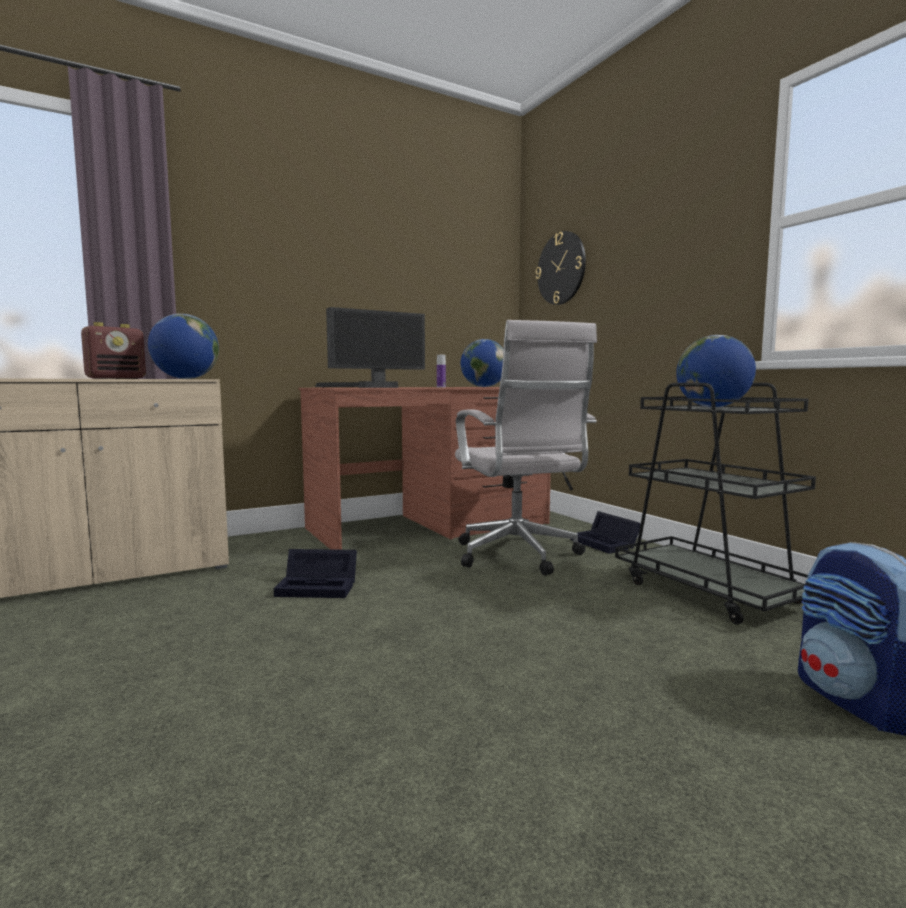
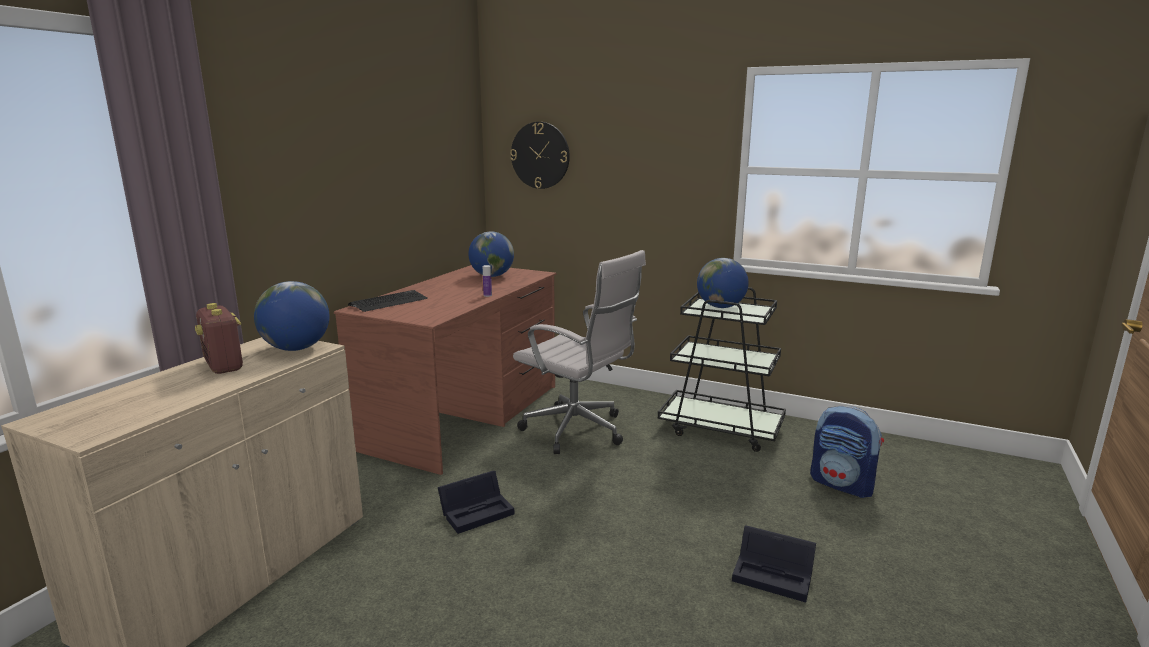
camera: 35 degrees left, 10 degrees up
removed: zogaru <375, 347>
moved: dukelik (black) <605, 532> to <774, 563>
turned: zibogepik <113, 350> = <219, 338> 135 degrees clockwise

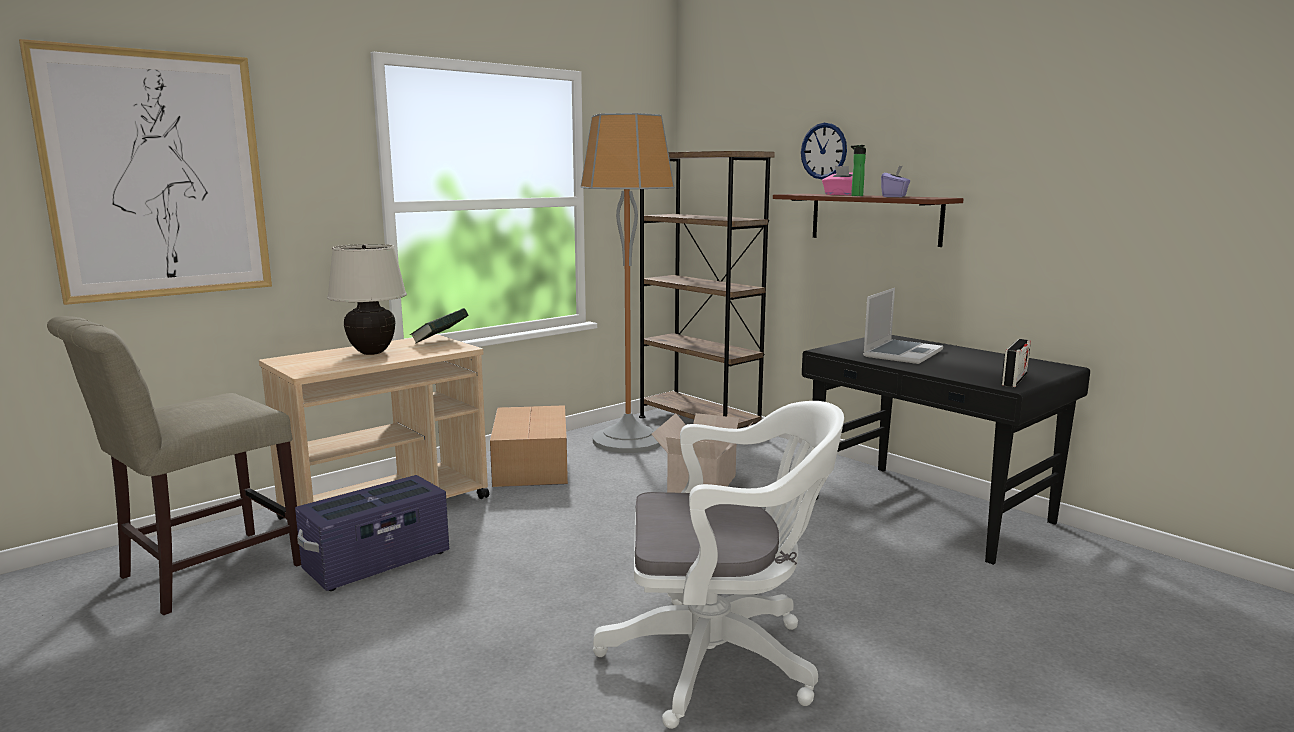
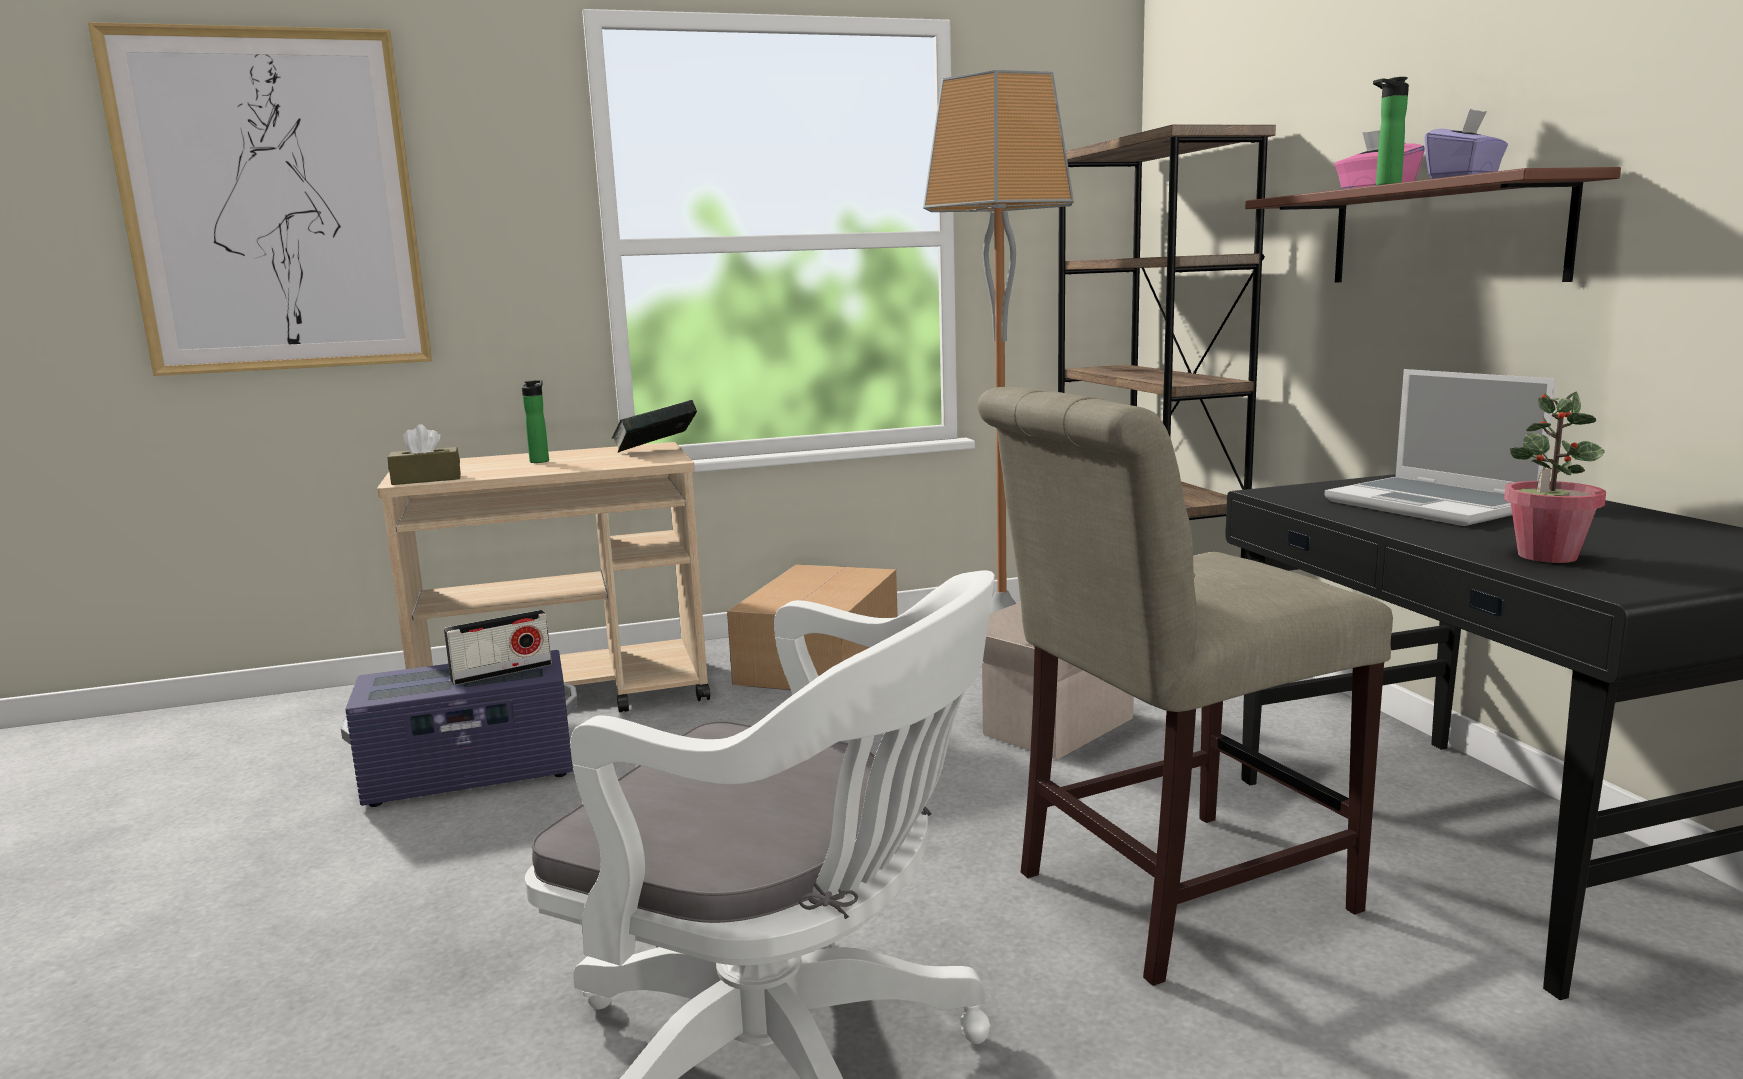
camera: 25 degrees right, 0 degrees up
removed: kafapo <824, 151>
added: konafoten <1555, 477>; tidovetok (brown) <424, 454>
moved: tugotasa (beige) <174, 465> to <1185, 686>; zibogepik <1016, 363> to <498, 647>
replaced: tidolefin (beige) <367, 299> to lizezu <535, 421>
turned: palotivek <903, 326> = <1440, 447> 90 degrees clockwise

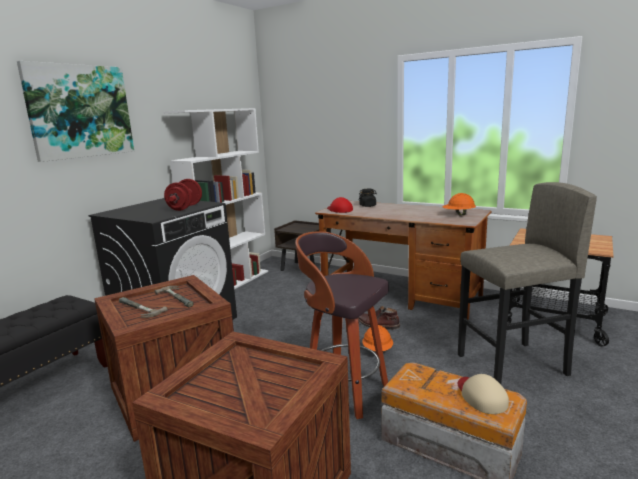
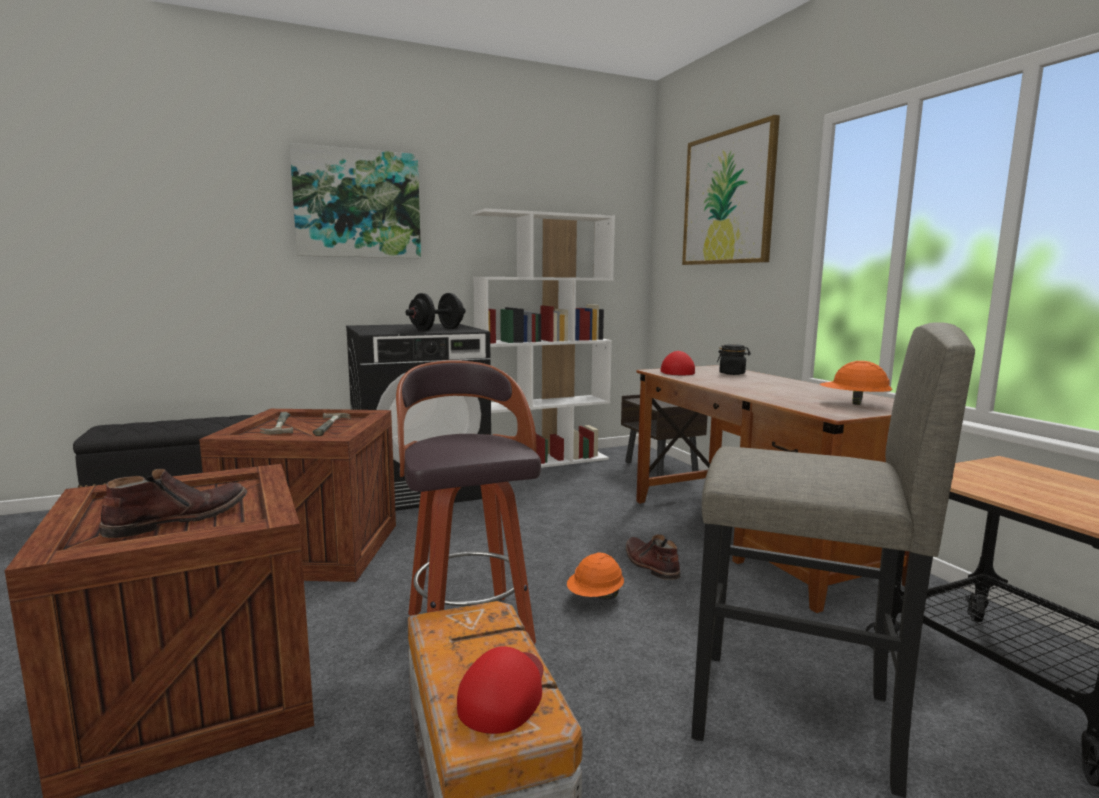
camera: 35 degrees right, 5 degrees down
added: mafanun <731, 190>; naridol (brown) <173, 503>
recoloured: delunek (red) <183, 195> to delunek (black) <435, 312>; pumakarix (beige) <483, 394> to pumakarix (red) <500, 690>

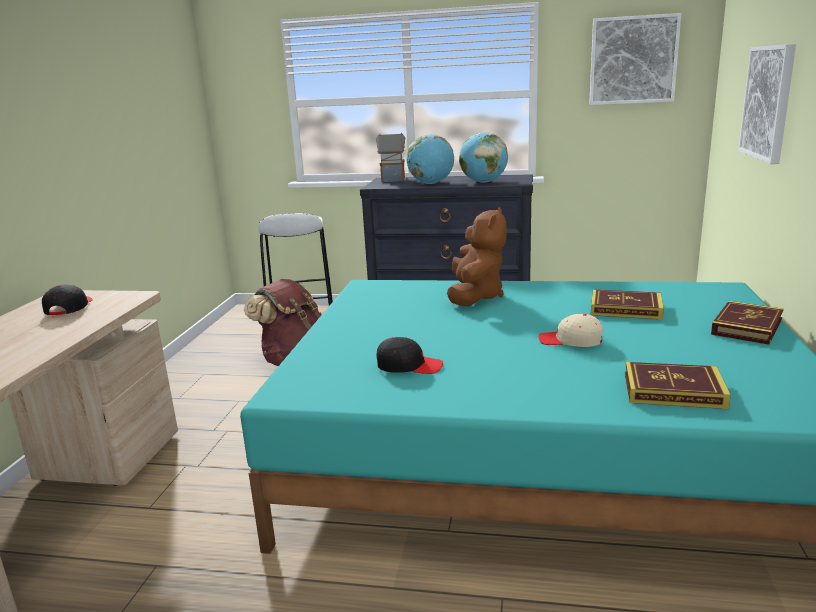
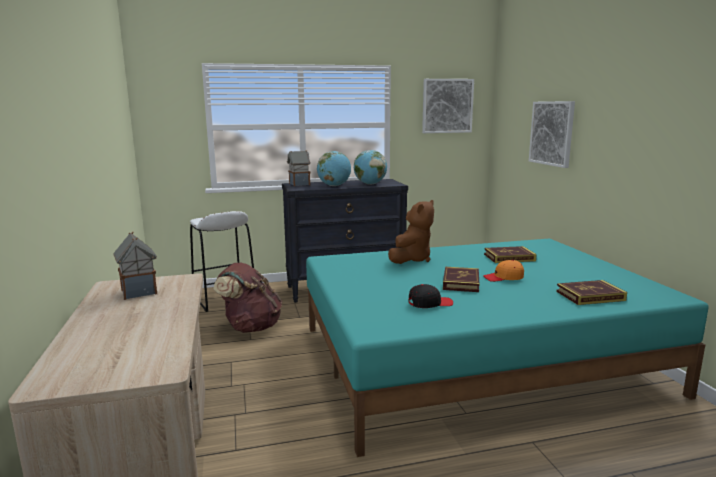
camera: 25 degrees left, 5 degrees down
moved: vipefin <747, 323> to <461, 279>
replaced: pumakarix (black) <67, 299> to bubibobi <135, 266>
recoloured: pumakarix (beige) <571, 330> to pumakarix (orange) <503, 271>
turned: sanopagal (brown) <477, 256> = <411, 232> 45 degrees clockwise

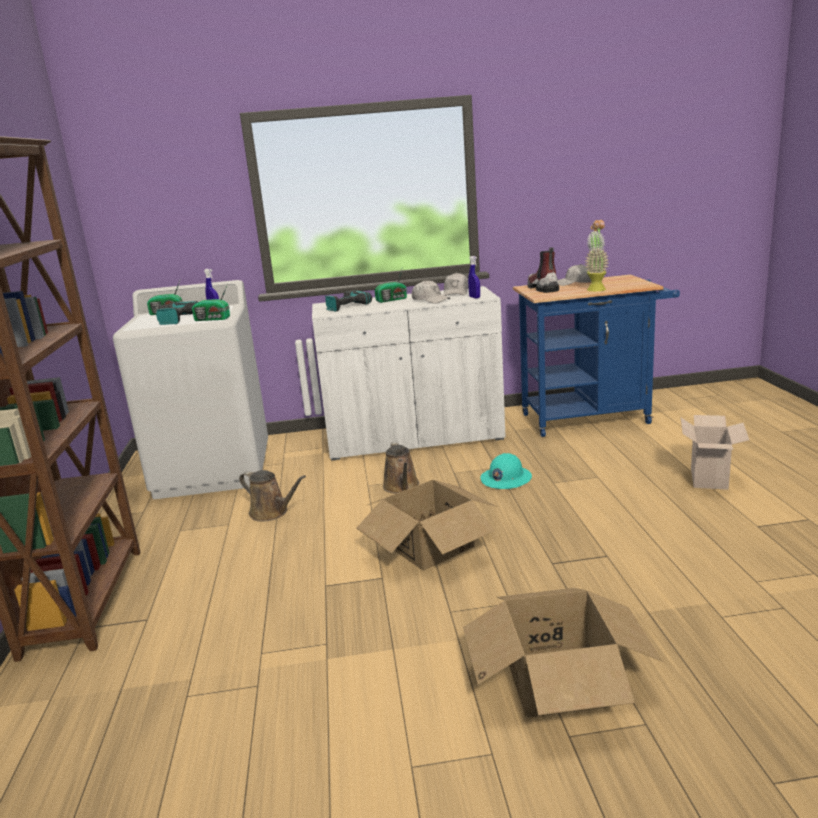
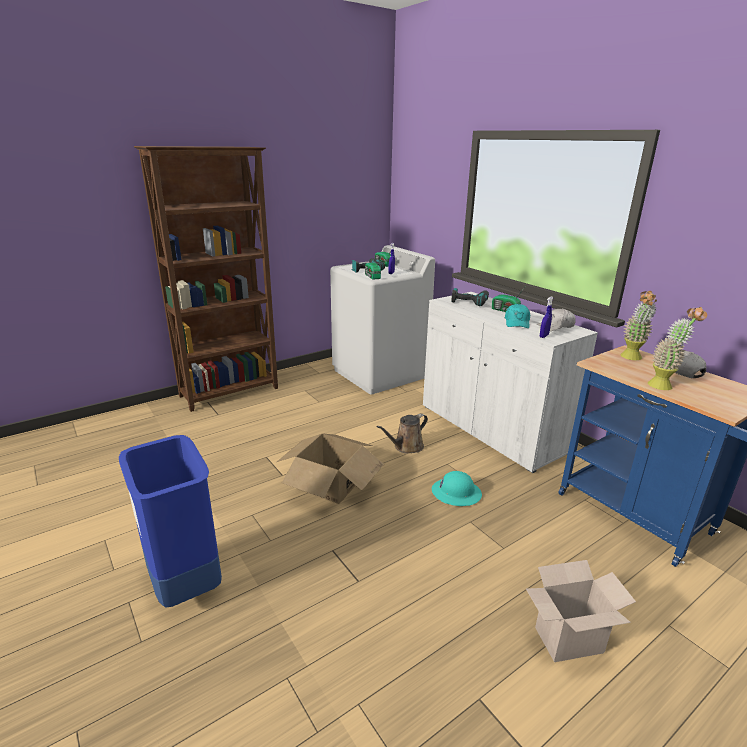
camera: 60 degrees right, 5 degrees up
removed: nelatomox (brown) <272, 496>
replaced: naridol <543, 270> to konafoten <639, 325>; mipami <563, 653> to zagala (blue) <170, 521>
recoloured: pumakarix (white) <431, 292> to pumakarix (turquoise) <517, 316>

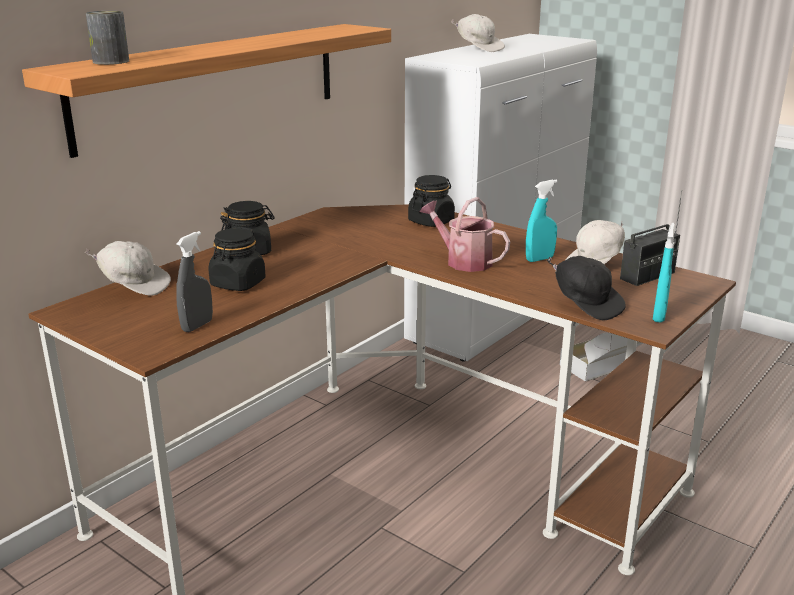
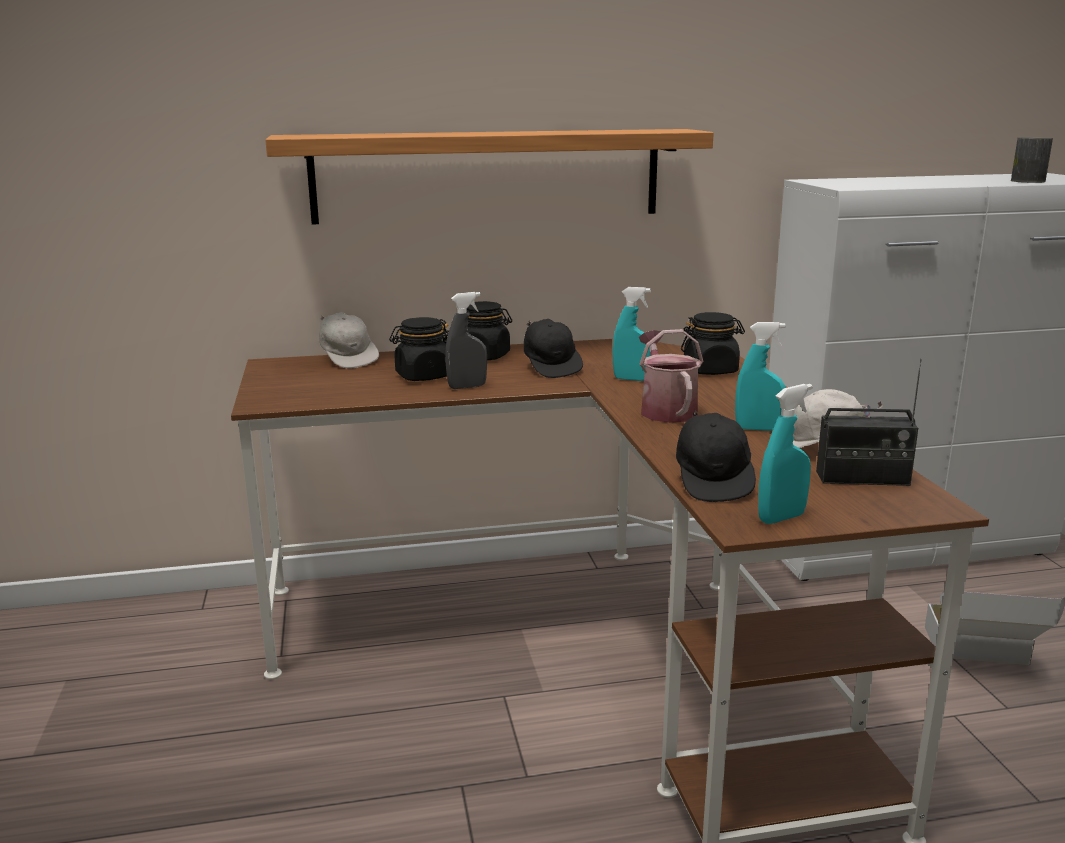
camera: 40 degrees right, 5 degrees down
removed: pumakarix (white) <478, 33>
added: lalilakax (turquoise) <632, 334>; pumakarix (black) <553, 348>
moved: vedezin <107, 38> to <1032, 160>; lalilakax (grey) <194, 281> to <466, 340>

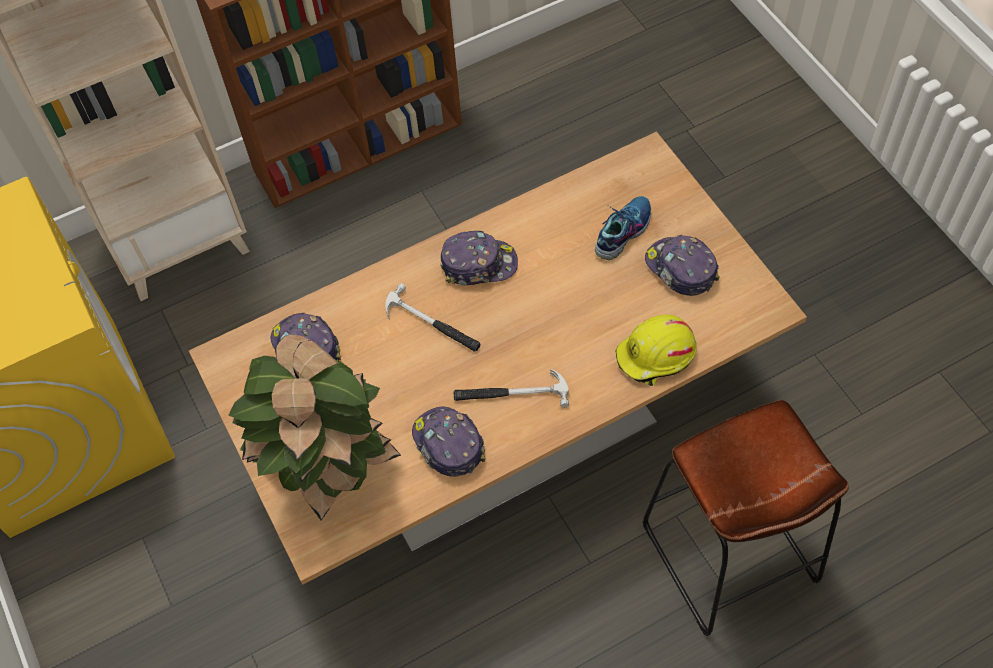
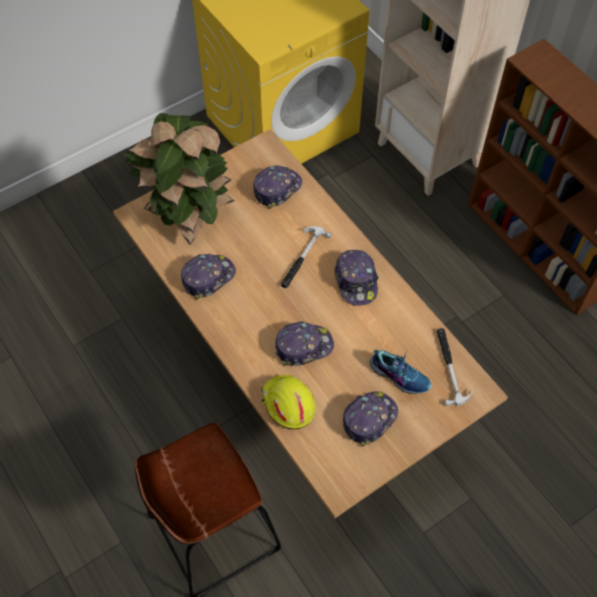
camera: 80 degrees right, 0 degrees up
added: pumakarix <304, 343>
moved: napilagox <511, 388> to <455, 367>

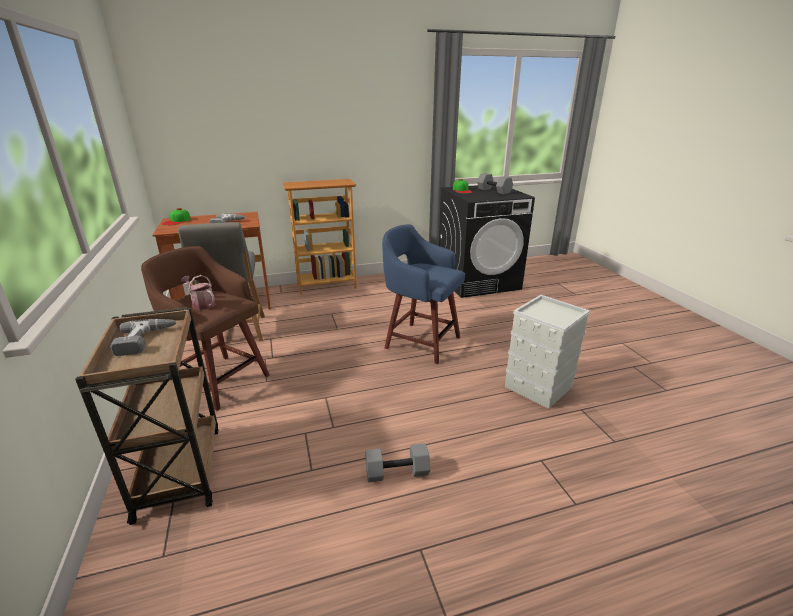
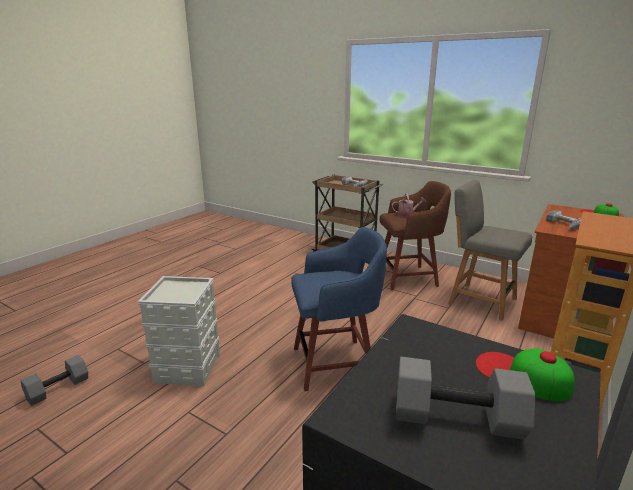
camera: 140 degrees right, 5 degrees down
moved: delunek (grey) <397, 463> to <54, 380>

